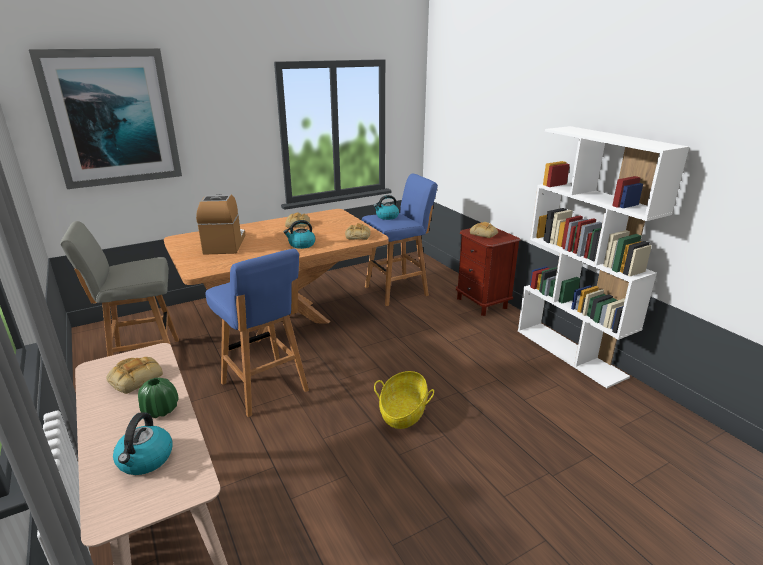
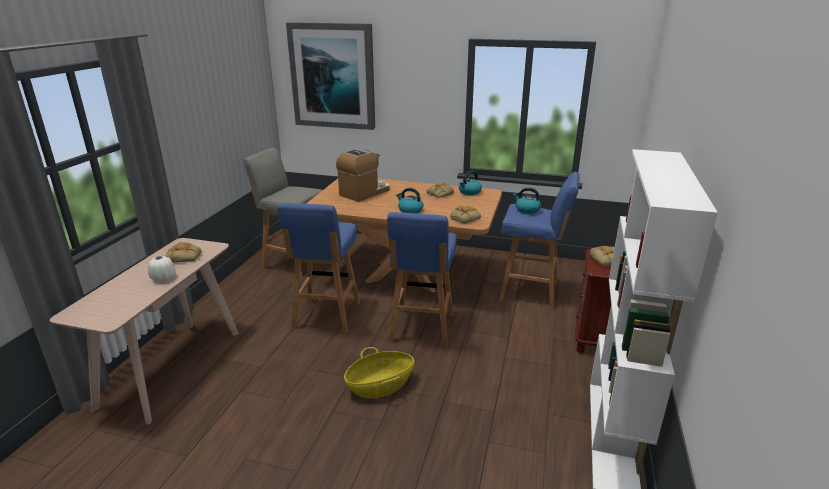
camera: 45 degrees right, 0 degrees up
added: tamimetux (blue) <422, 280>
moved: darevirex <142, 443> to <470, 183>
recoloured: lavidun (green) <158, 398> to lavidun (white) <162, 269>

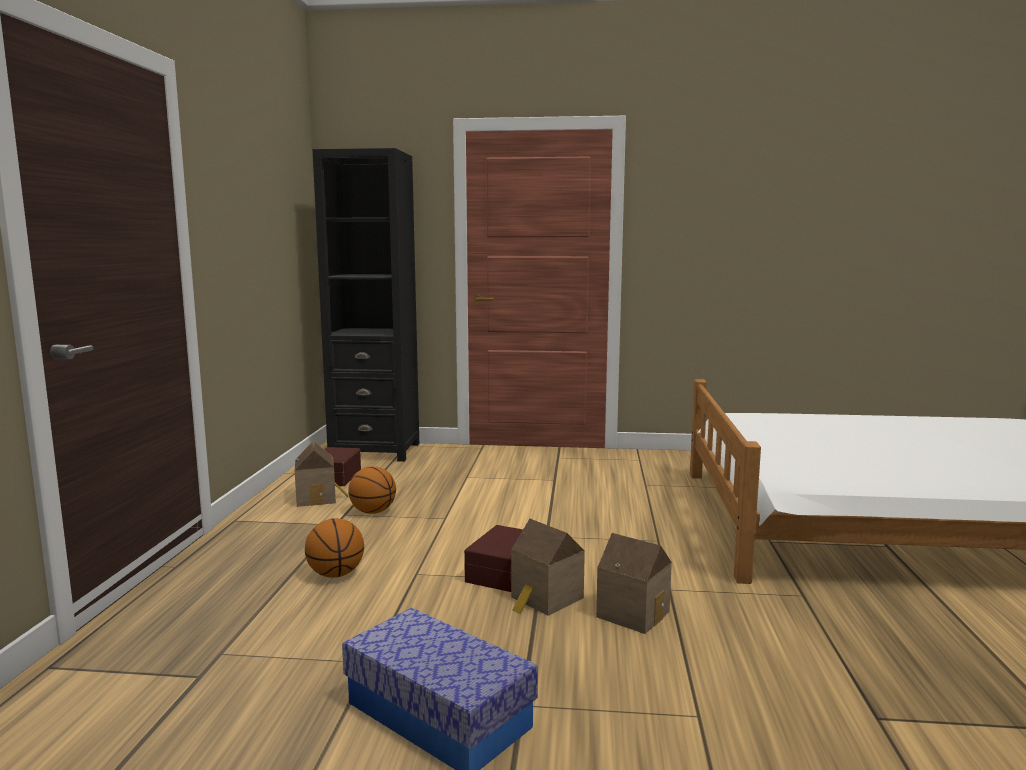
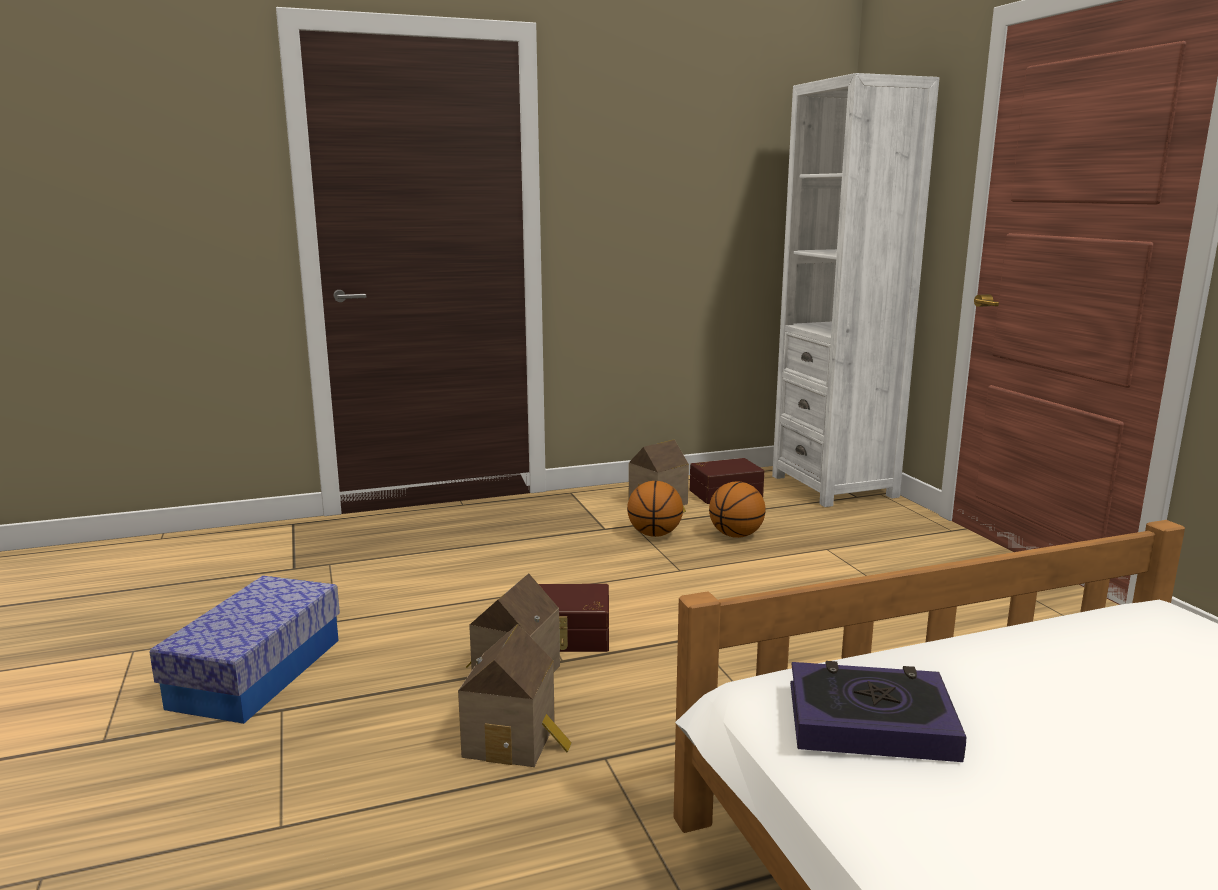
camera: 65 degrees right, 5 degrees up
added: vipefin <878, 711>
moved: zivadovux <334, 548> to <737, 509>
recoloured: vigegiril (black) <366, 305> to vigegiril (white) <855, 290>

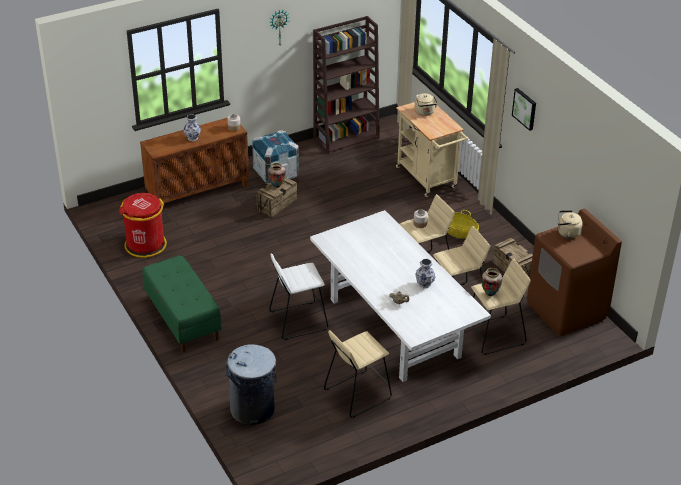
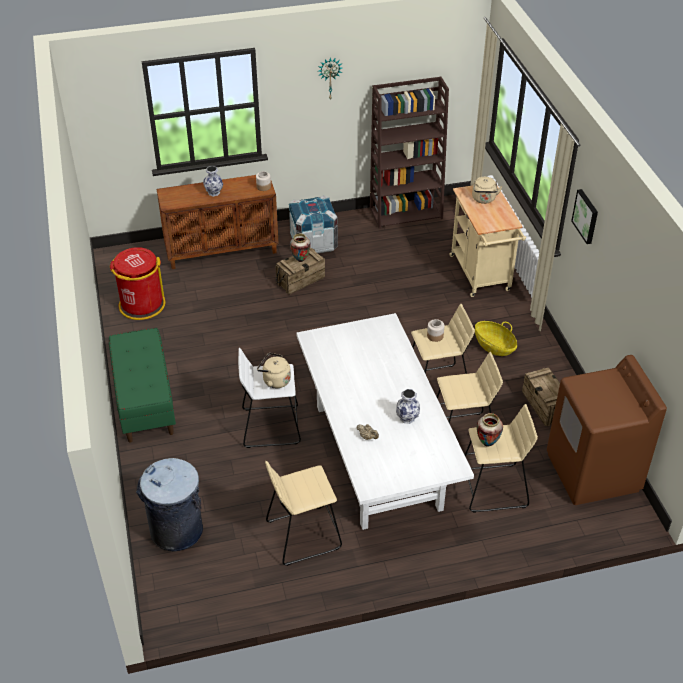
camera: 15 degrees right, 5 degrees up
moved: darevirex (beige) <570, 224> to <274, 370>

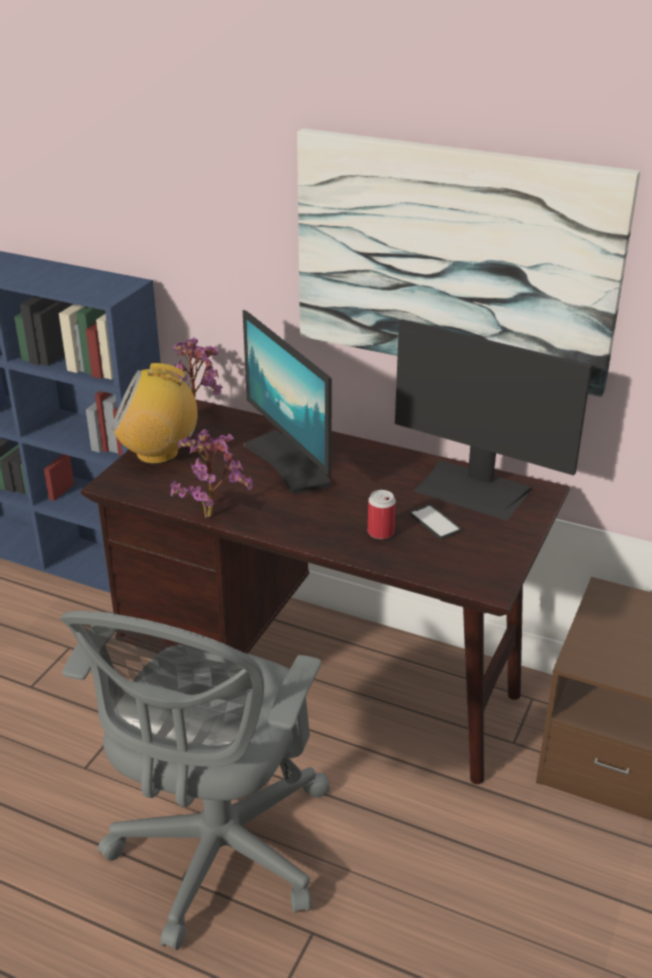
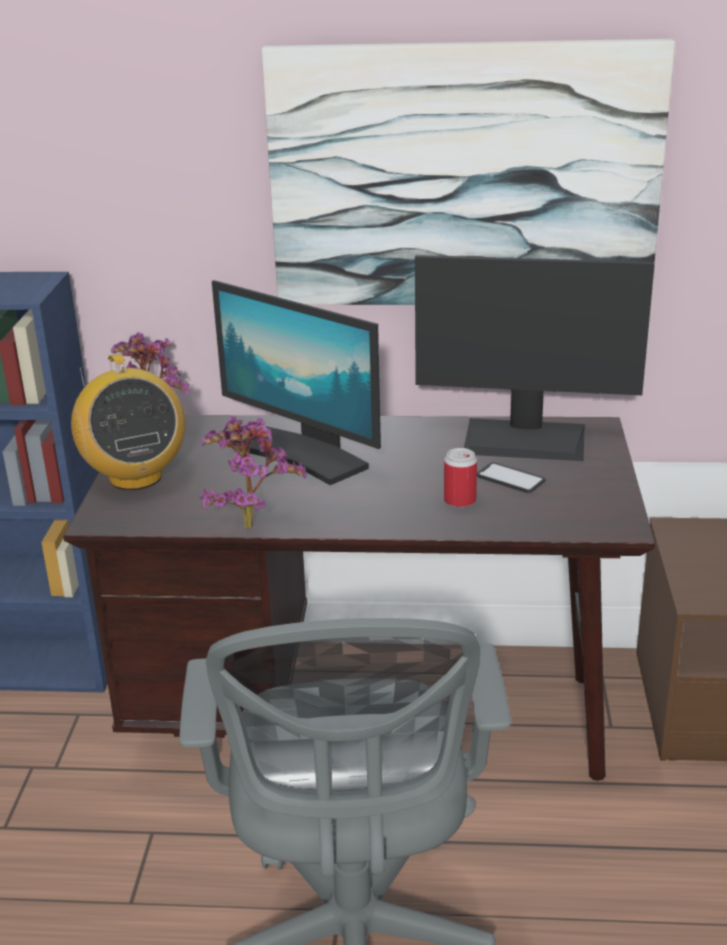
camera: 20 degrees left, 5 degrees down
turned: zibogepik <155, 413> = <128, 422> 90 degrees counterclockwise

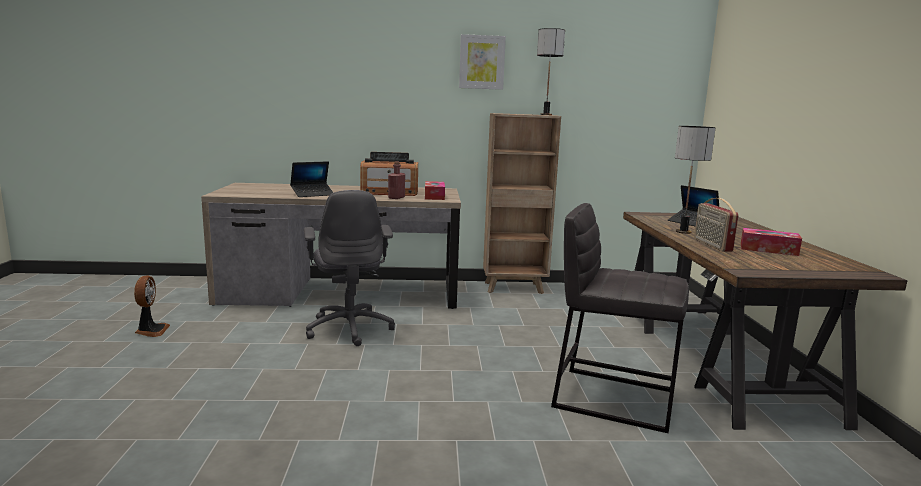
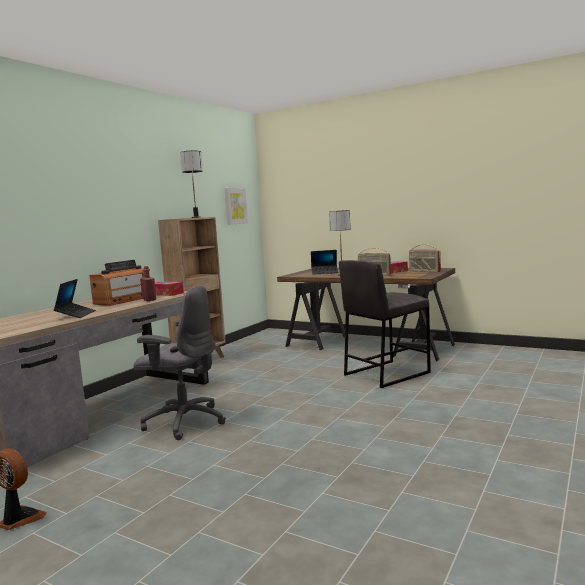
camera: 55 degrees left, 5 degrees down
added: zibogepik <425, 258>
moved: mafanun <482, 62> to <236, 206>

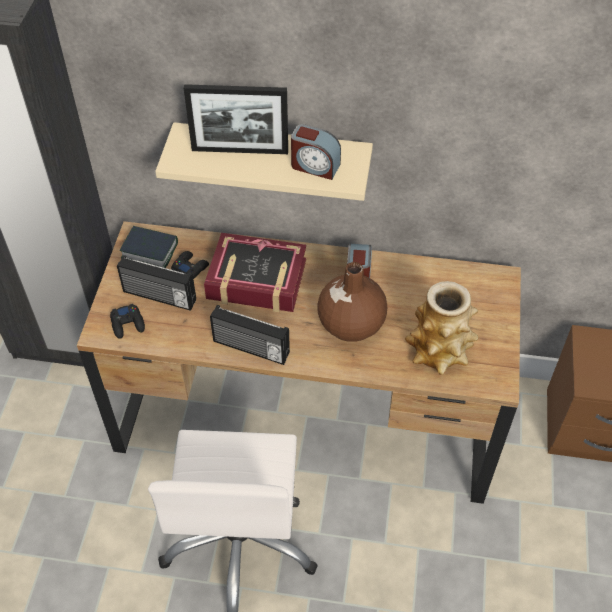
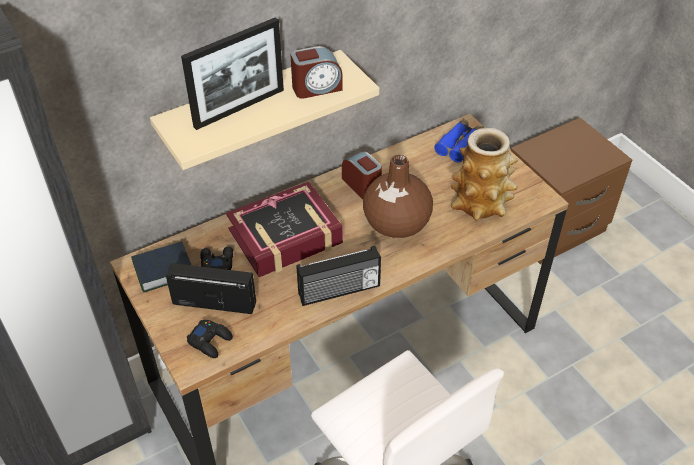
camera: 40 degrees left, 5 degrees down
added: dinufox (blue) <459, 140>
turned: zibogepik <156, 283> = <211, 288> 150 degrees counterclockwise

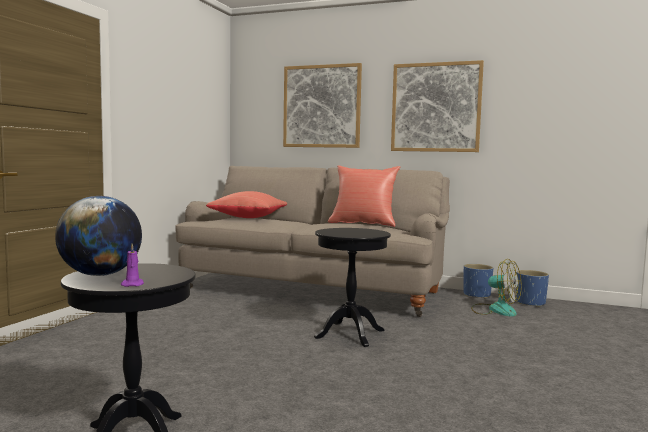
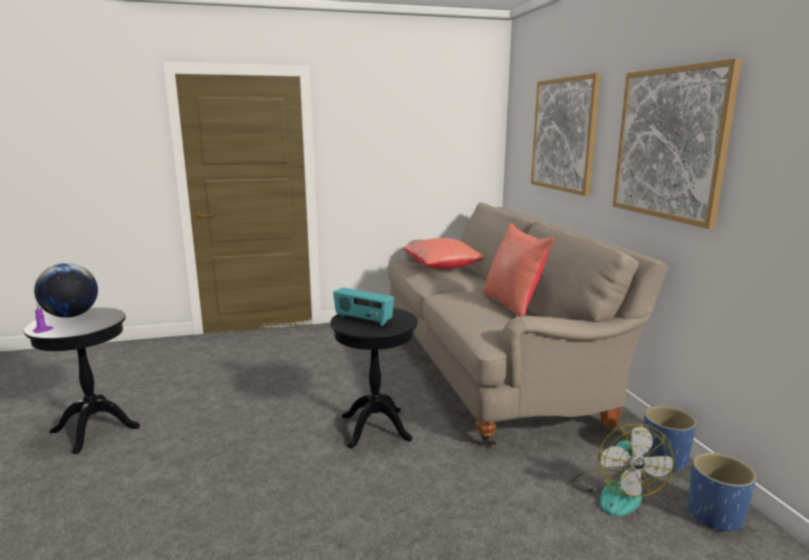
camera: 55 degrees right, 10 degrees up
added: zibogepik <363, 306>

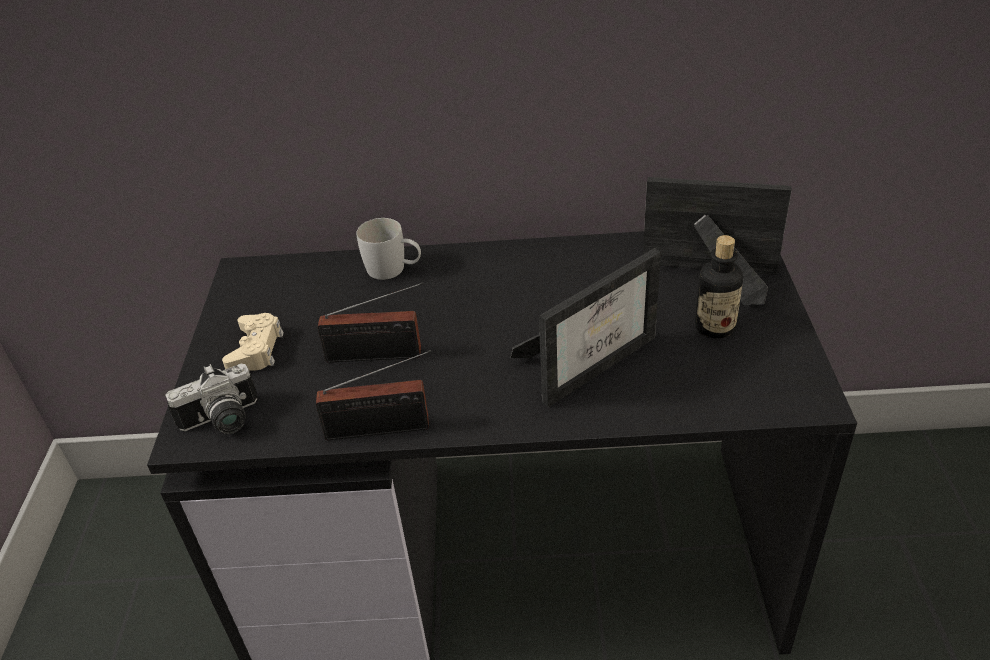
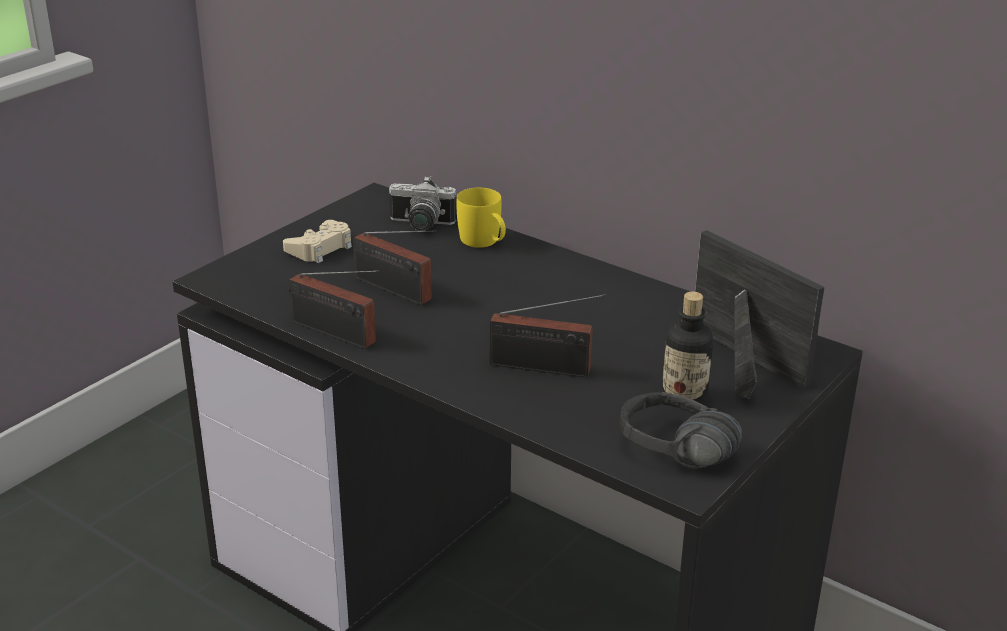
camera: 35 degrees right, 10 degrees down
added: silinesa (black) <681, 430>
moved: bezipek <211, 399> to <423, 203>
replaced: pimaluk <585, 327> to zibogepik <548, 336>
recoloured: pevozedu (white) <388, 249> to pevozedu (yellow) <481, 218>

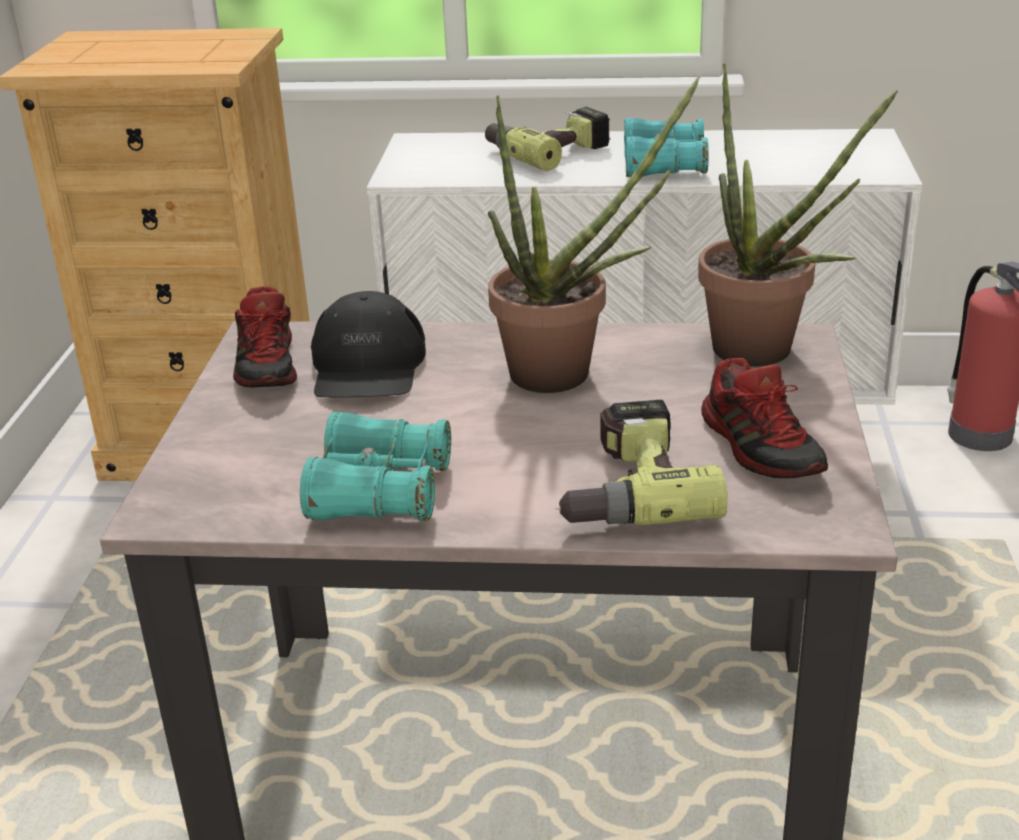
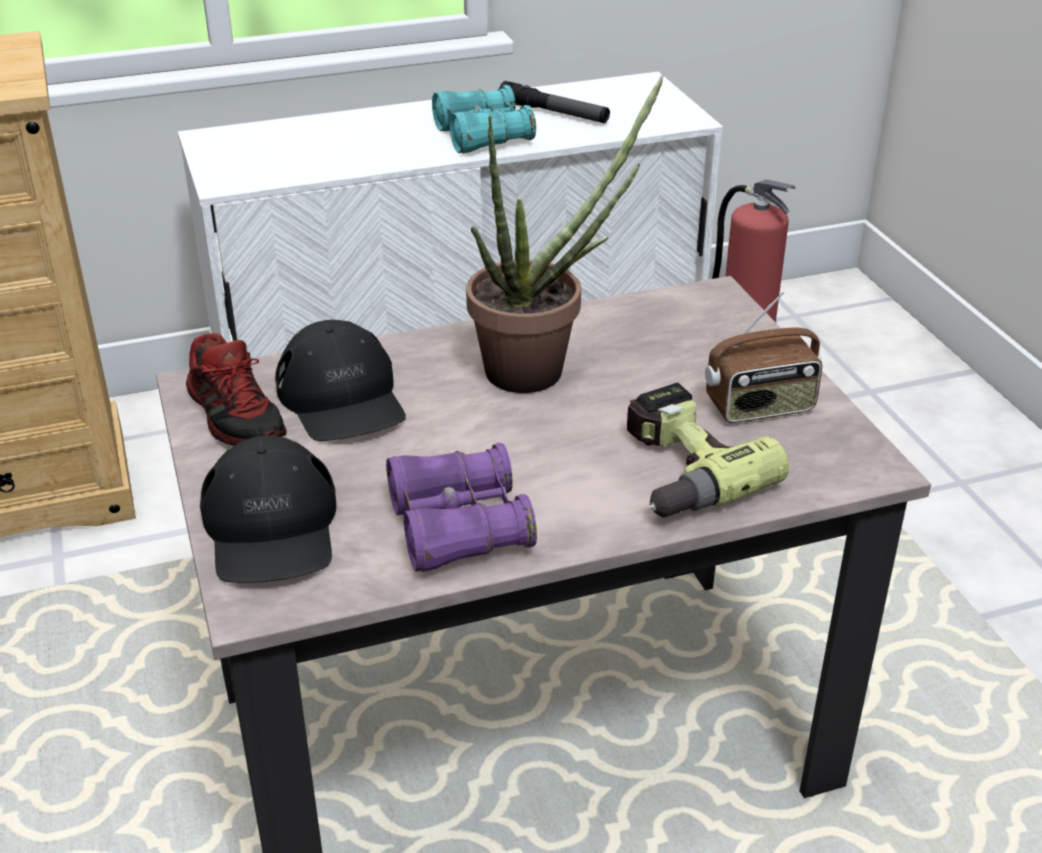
camera: 25 degrees left, 5 degrees up
removed: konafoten <798, 215>; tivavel <547, 139>
added: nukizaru <554, 102>; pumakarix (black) <268, 509>
replaced: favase <764, 418> to zibogepik <763, 357>
recoloured: dinufox (turquoise) <375, 466> to dinufox (purple) <461, 507>

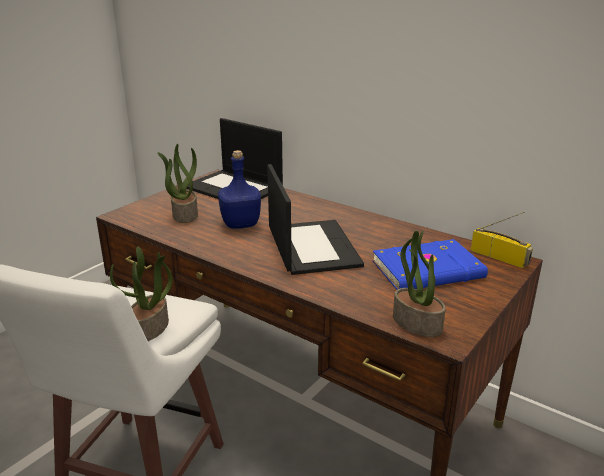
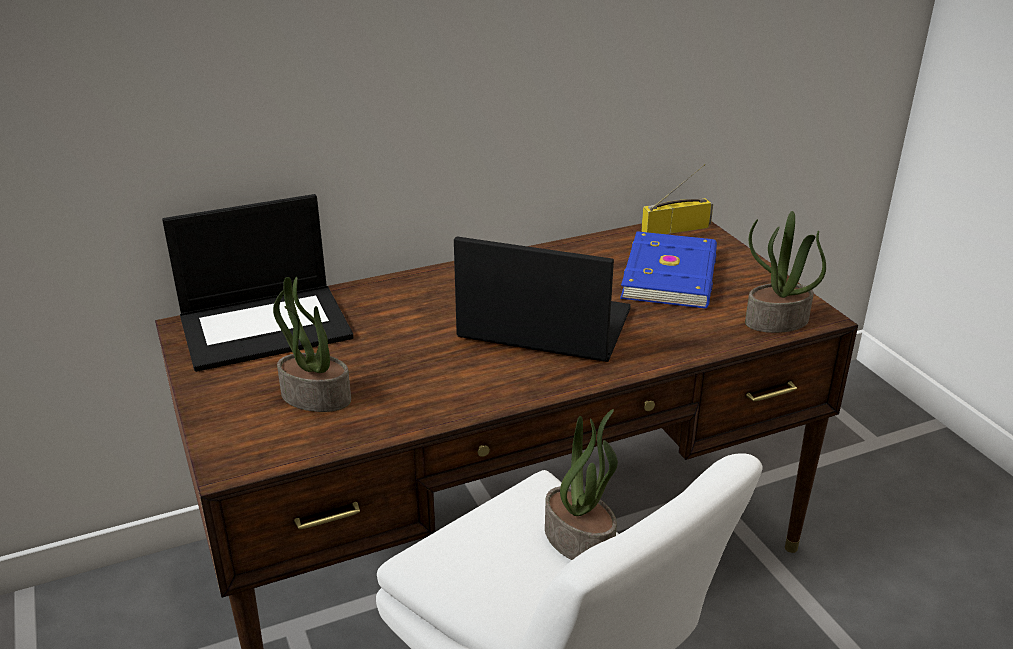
camera: 60 degrees left, 5 degrees up
removed: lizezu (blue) <239, 189>

